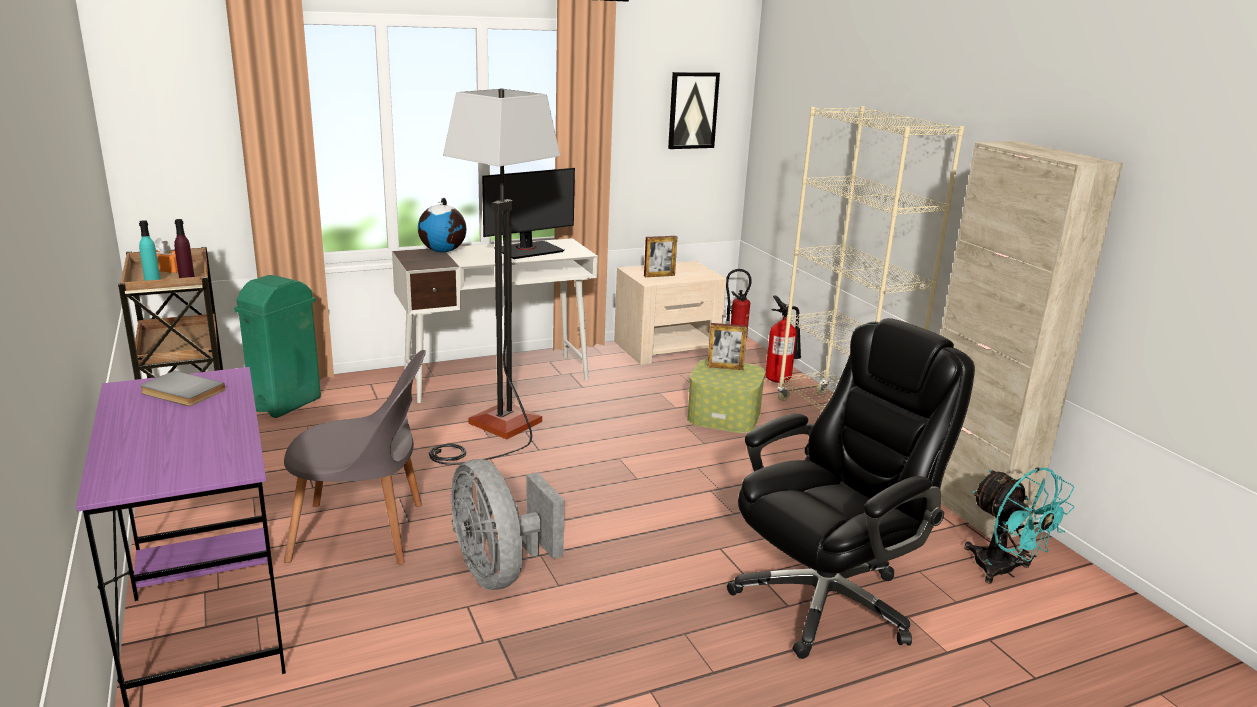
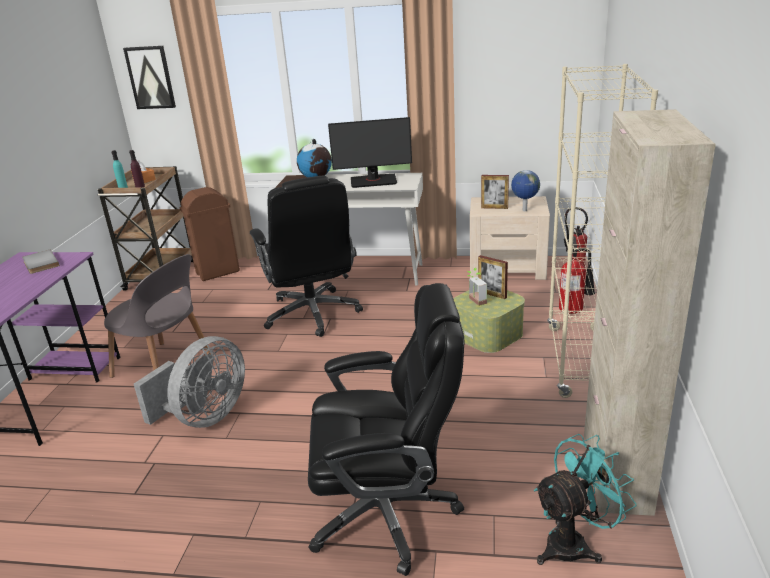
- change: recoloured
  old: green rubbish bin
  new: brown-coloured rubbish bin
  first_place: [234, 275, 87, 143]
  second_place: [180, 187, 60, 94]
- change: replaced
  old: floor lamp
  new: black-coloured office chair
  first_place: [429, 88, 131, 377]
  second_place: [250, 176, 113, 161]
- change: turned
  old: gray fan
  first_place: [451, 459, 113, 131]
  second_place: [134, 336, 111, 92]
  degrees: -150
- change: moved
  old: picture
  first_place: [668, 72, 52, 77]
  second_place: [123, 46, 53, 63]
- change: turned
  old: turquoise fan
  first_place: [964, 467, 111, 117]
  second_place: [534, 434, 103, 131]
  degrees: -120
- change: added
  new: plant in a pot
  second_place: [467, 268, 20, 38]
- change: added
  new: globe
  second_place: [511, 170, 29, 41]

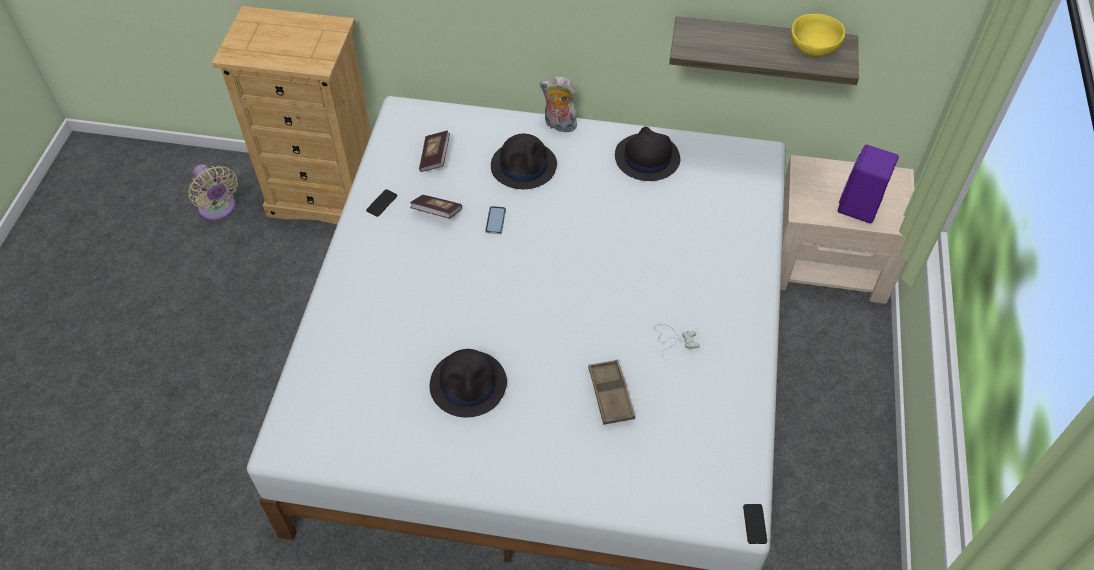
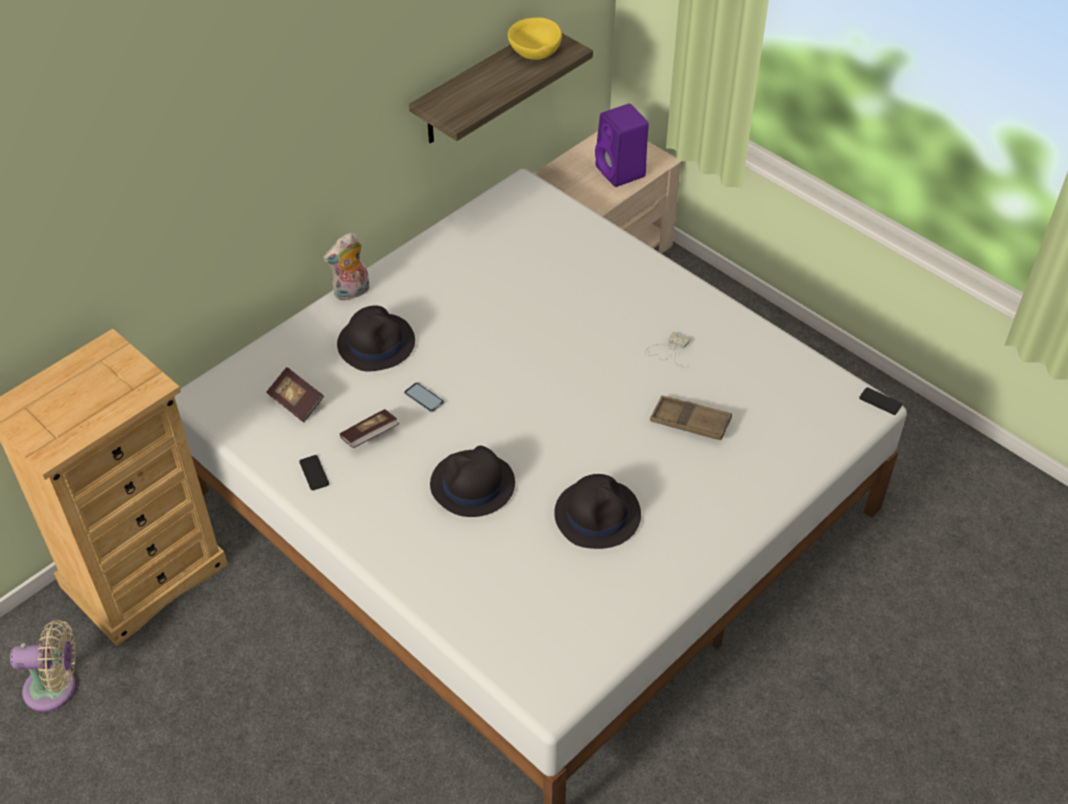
- change: moved
  old: black-coloured hat
  first_place: [615, 126, 65, 55]
  second_place: [430, 446, 85, 71]

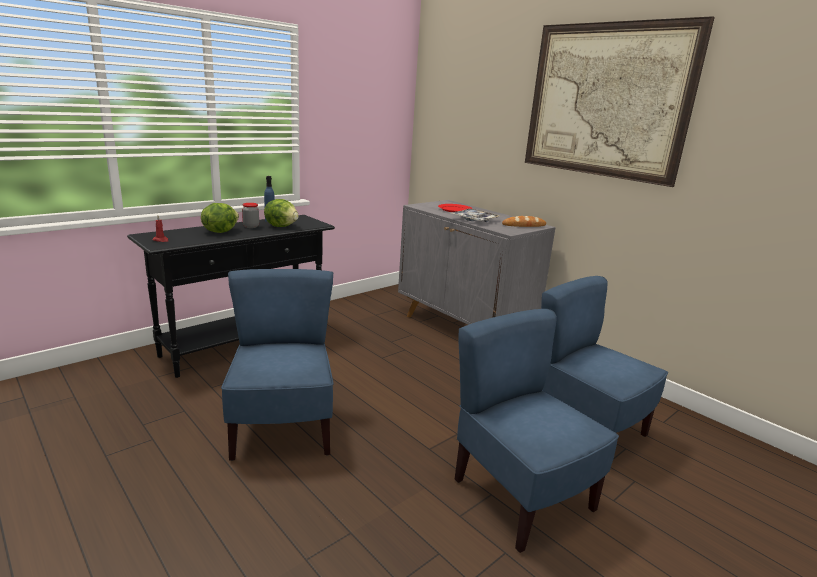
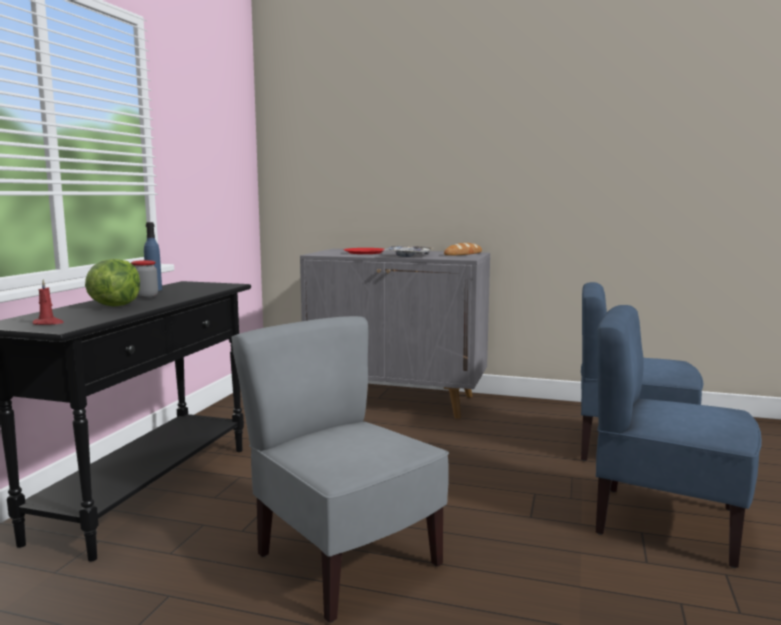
- change: recoloured
  old: blue upright chair
  new: gray upright chair
  first_place: [221, 269, 113, 192]
  second_place: [231, 316, 218, 307]
- change: removed
  old: lettuce head
  first_place: [264, 199, 35, 28]
- change: removed
  old: picture
  first_place: [525, 16, 190, 171]

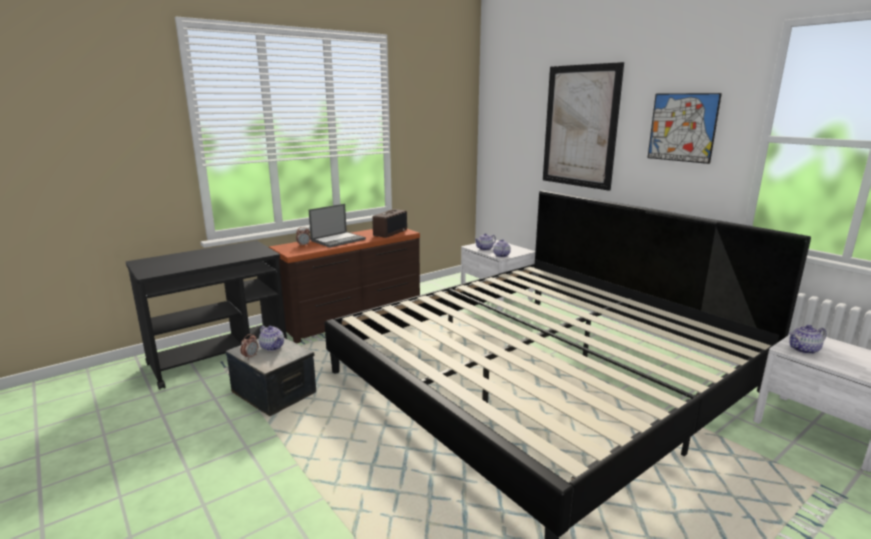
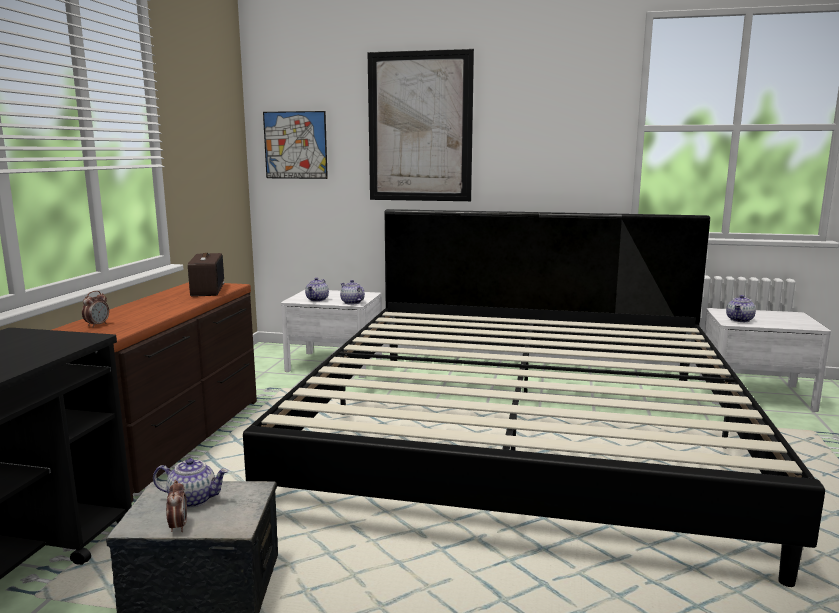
- change: removed
  old: portable computer
  first_place: [309, 204, 57, 44]
- change: moved
  old: picture
  first_place: [648, 93, 74, 71]
  second_place: [263, 111, 65, 68]

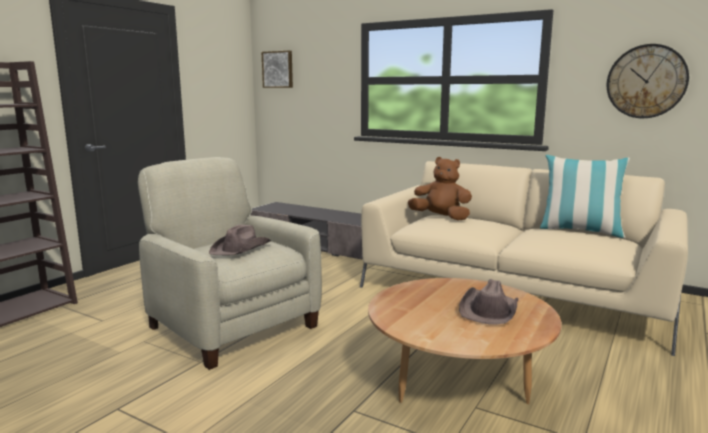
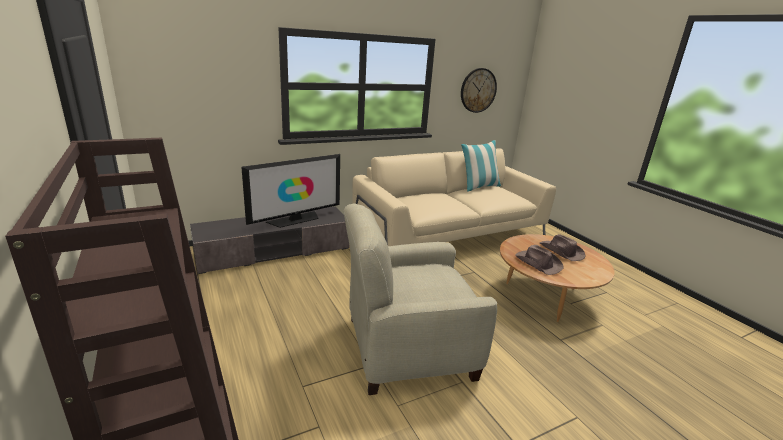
- change: moved
  old: brown-coloured hat
  first_place: [209, 225, 62, 31]
  second_place: [515, 245, 49, 30]
- change: removed
  old: picture
  first_place: [262, 51, 31, 37]
- change: removed
  old: brown-coloured plush toy
  first_place: [408, 157, 64, 63]
- change: added
  new: television
  second_place: [241, 154, 99, 74]

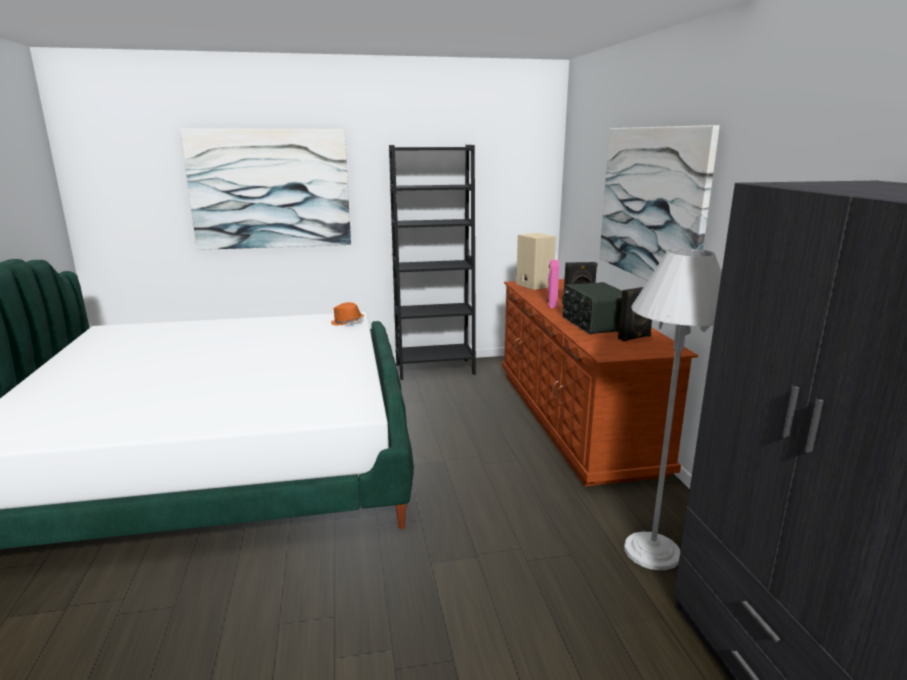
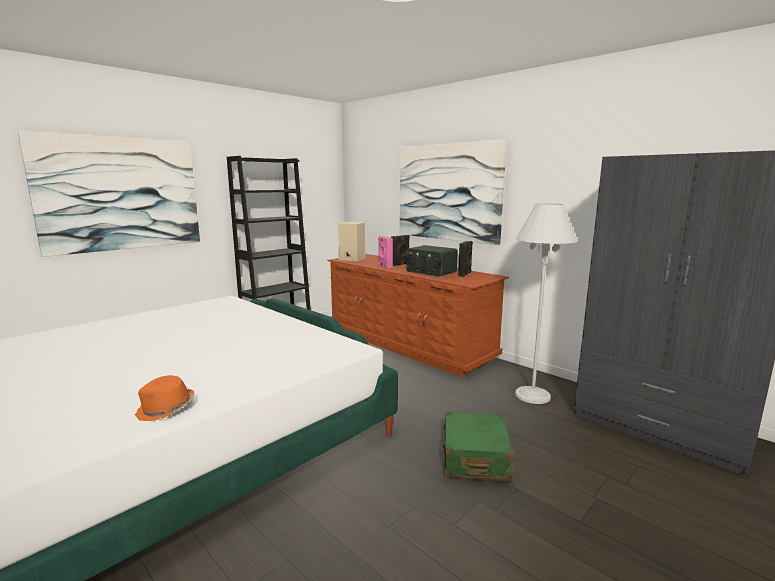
- change: moved
  old: orangey hat
  first_place: [331, 302, 33, 24]
  second_place: [134, 375, 60, 46]
- change: added
  new: green travel case
  second_place: [442, 412, 72, 70]

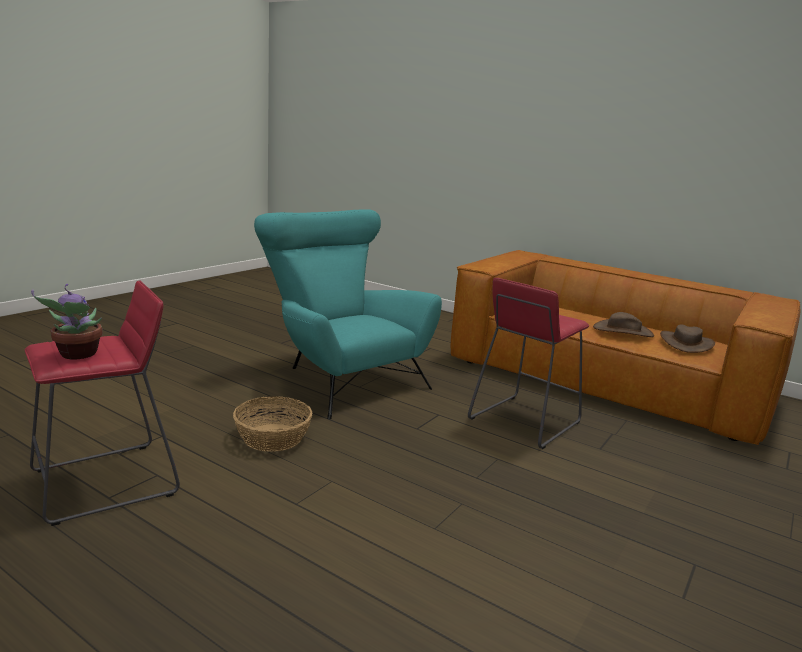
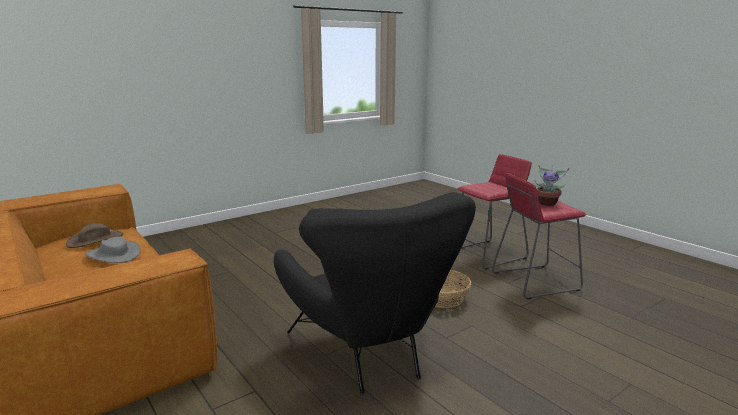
- change: recoloured
  old: turquoise lounge chair
  new: black-coloured lounge chair
  first_place: [254, 209, 188, 210]
  second_place: [274, 192, 202, 202]
- change: moved
  old: reddish stool seat
  first_place: [468, 278, 121, 171]
  second_place: [458, 154, 74, 116]
- change: recoloured
  old: brown-coloured hat
  new: gray hat
  first_place: [593, 312, 61, 25]
  second_place: [86, 237, 55, 26]

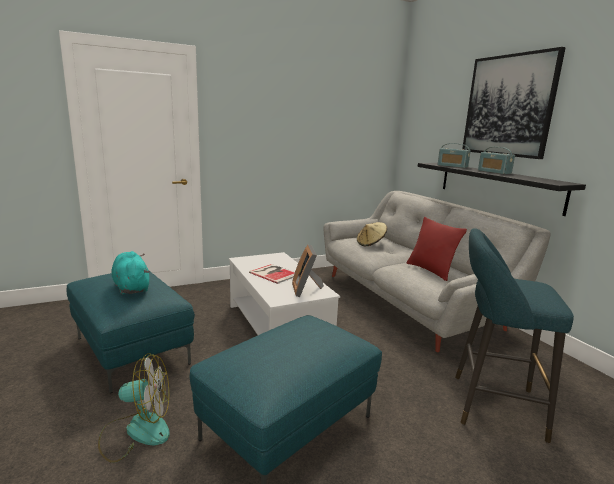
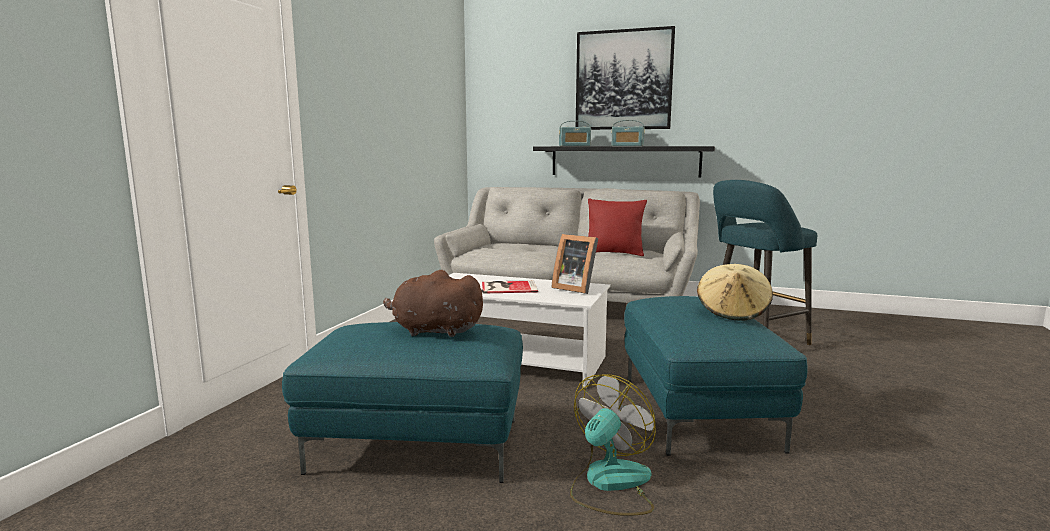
- change: recoloured
  old: turquoise plush toy
  new: brown-coloured plush toy
  first_place: [111, 251, 38, 44]
  second_place: [383, 270, 102, 67]
- change: moved
  old: beige hat
  first_place: [357, 222, 30, 24]
  second_place: [697, 264, 76, 57]

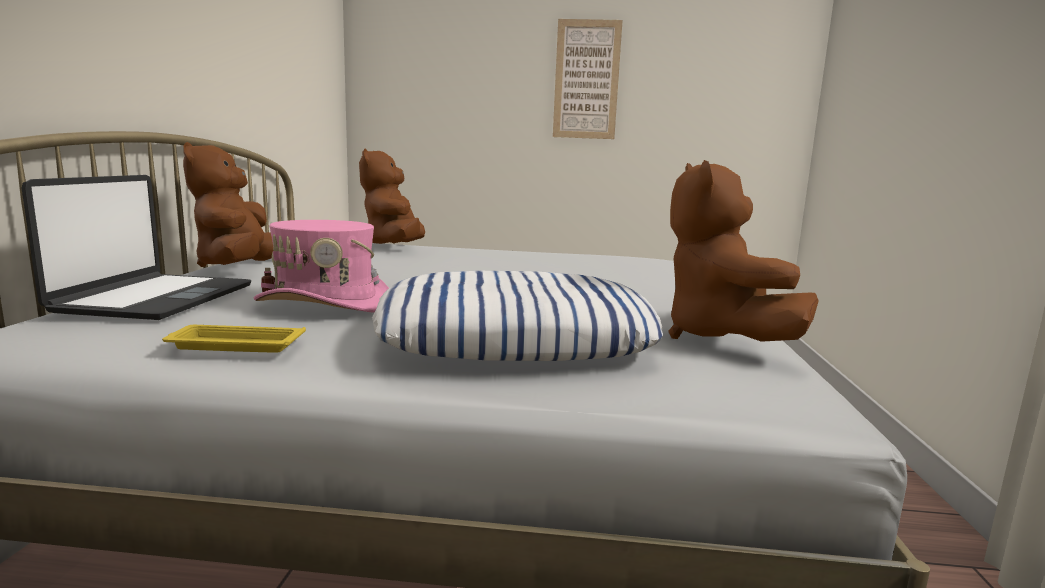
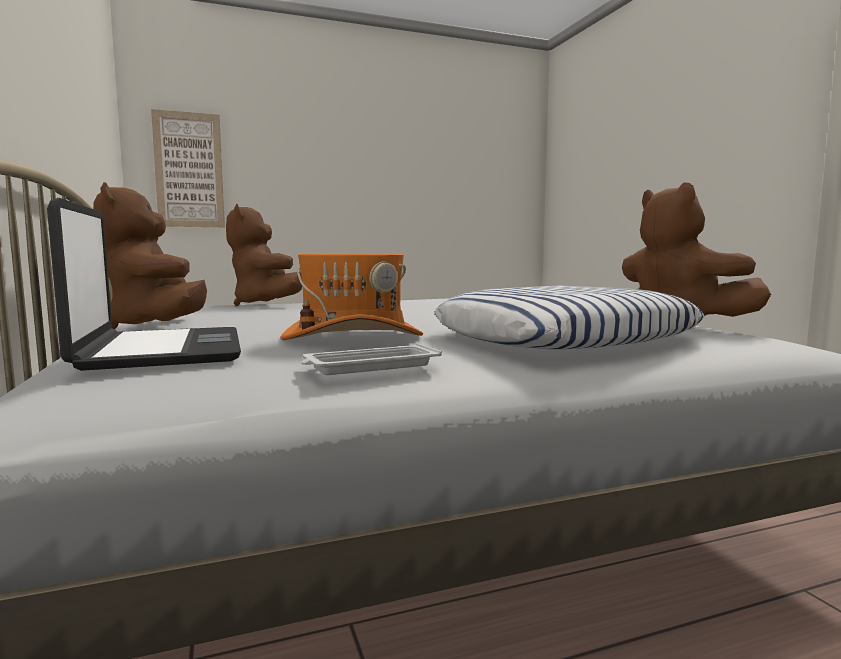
- change: recoloured
  old: yellow tray
  new: whitish tray
  first_place: [162, 325, 144, 28]
  second_place: [301, 343, 141, 32]
- change: recoloured
  old: pinkish hat
  new: orangey hat
  first_place: [254, 220, 135, 93]
  second_place: [280, 254, 143, 86]
- change: moved
  old: picture
  first_place: [553, 19, 70, 120]
  second_place: [151, 109, 74, 118]

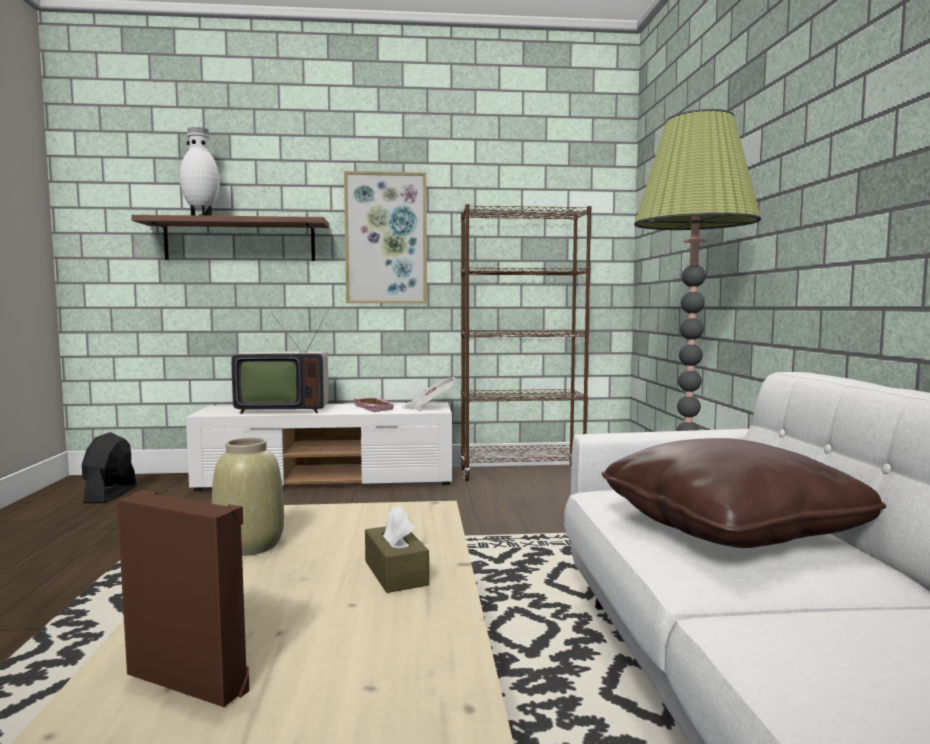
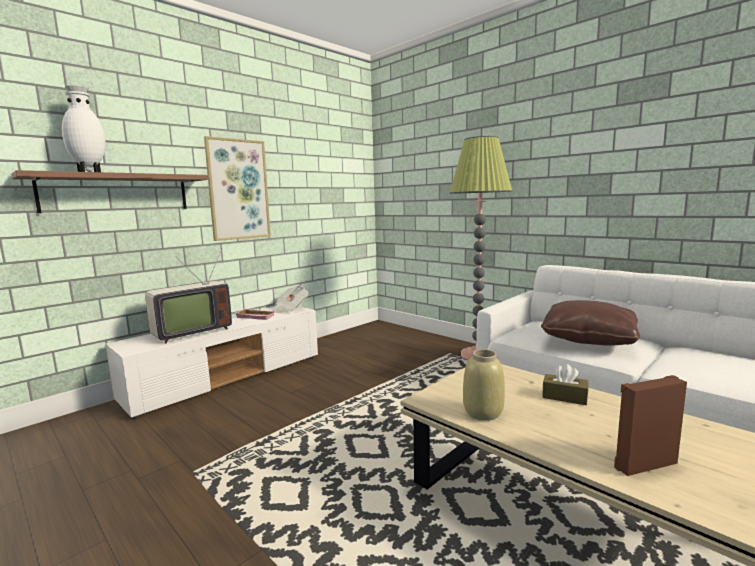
- change: removed
  old: black-coloured fan
  first_place: [82, 432, 55, 71]
- change: removed
  old: brown-coloured shelving unit
  first_place: [460, 204, 131, 277]

